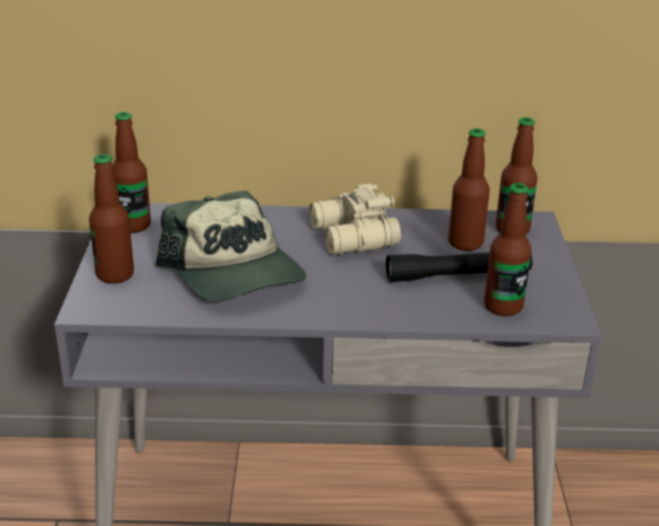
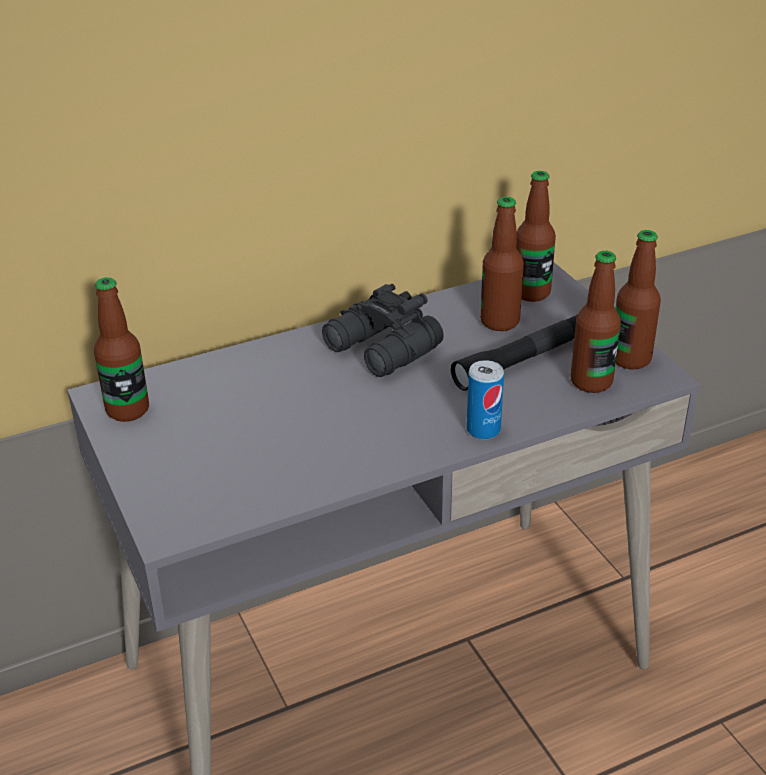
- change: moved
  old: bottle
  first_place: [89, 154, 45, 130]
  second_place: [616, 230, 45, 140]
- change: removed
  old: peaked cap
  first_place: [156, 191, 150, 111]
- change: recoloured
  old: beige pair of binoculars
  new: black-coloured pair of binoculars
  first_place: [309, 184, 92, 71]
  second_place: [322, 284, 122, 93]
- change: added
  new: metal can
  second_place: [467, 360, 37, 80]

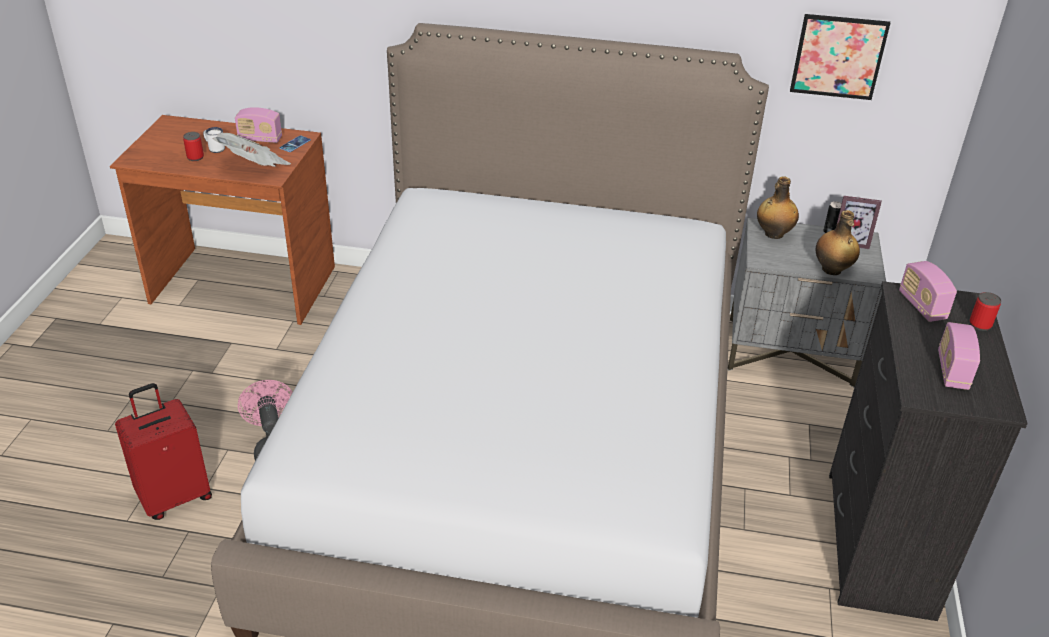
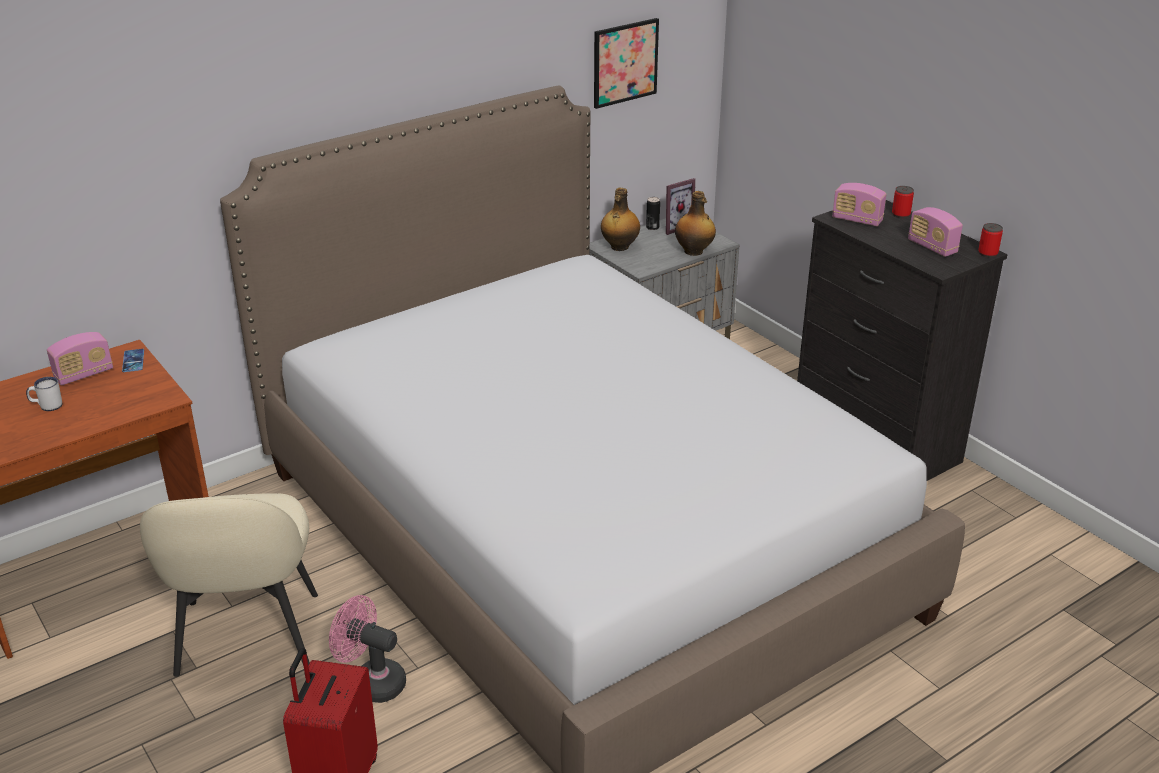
- change: moved
  old: metal can
  first_place: [183, 132, 21, 29]
  second_place: [978, 223, 25, 35]
- change: removed
  old: daily paper
  first_place: [213, 133, 78, 34]
- change: added
  new: beige upright chair
  second_place: [140, 493, 178, 184]

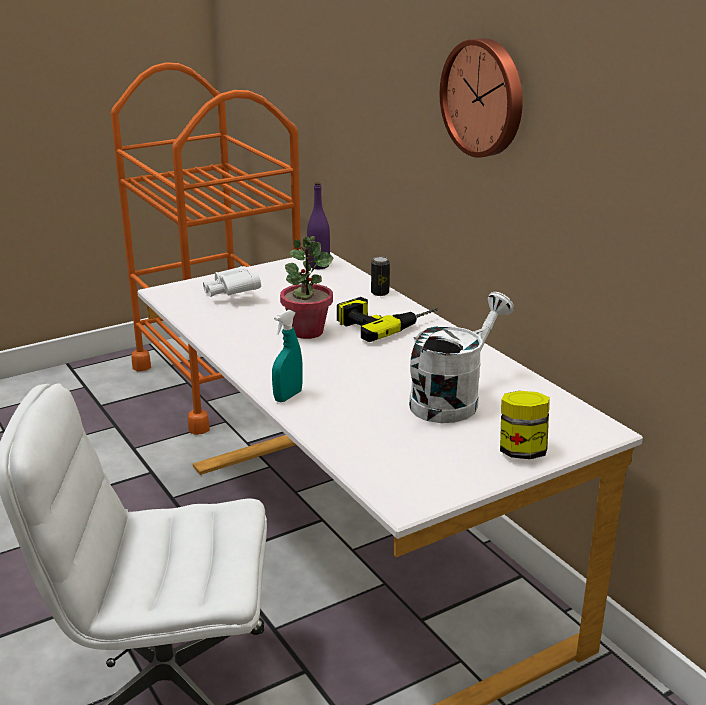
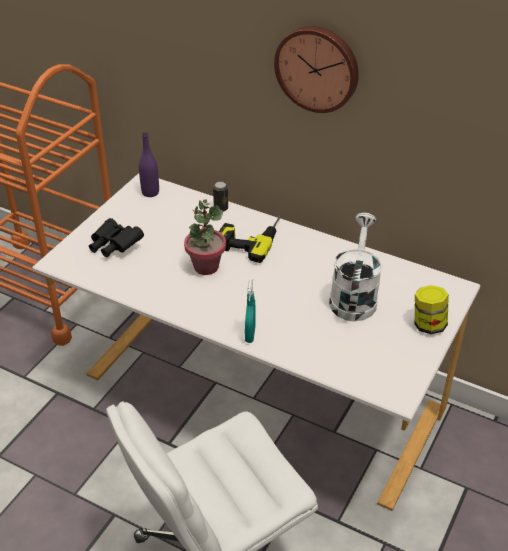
- change: recoloured
  old: whitish pair of binoculars
  new: black-coloured pair of binoculars
  first_place: [203, 266, 58, 31]
  second_place: [89, 218, 55, 39]

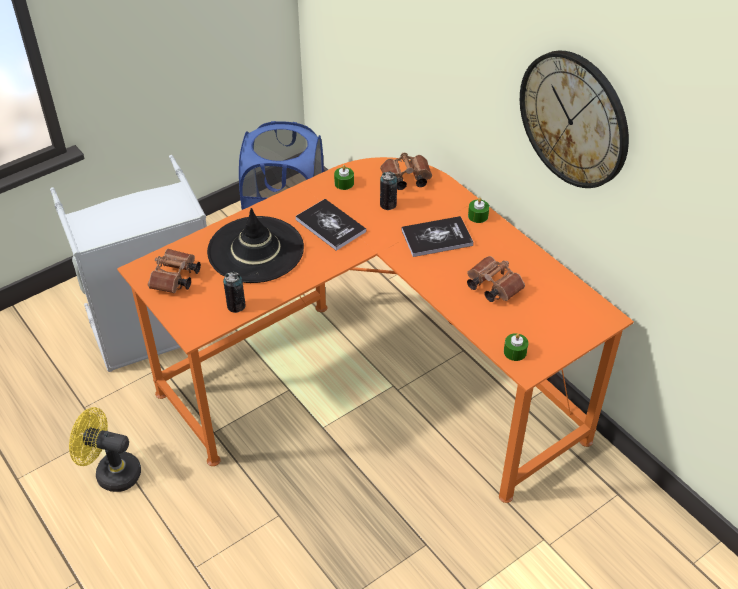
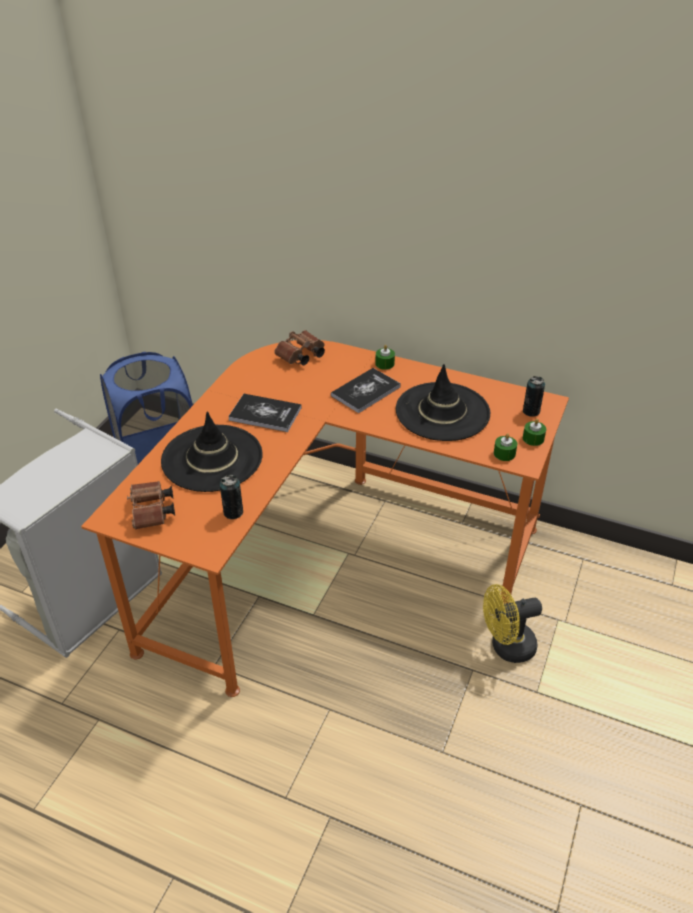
- change: moved
  old: yellow fan
  first_place: [69, 407, 72, 85]
  second_place: [483, 584, 59, 79]
- change: moved
  old: green wax candle
  first_place: [334, 165, 20, 25]
  second_place: [523, 419, 23, 27]
- change: moved
  old: metal can
  first_place: [380, 171, 17, 39]
  second_place: [523, 376, 22, 41]
- change: replaced
  old: brown-coloured pair of binoculars
  new: black-coloured hat
  first_place: [467, 256, 58, 46]
  second_place: [396, 364, 94, 77]
- change: removed
  old: clock on the wall
  first_place: [520, 51, 109, 137]

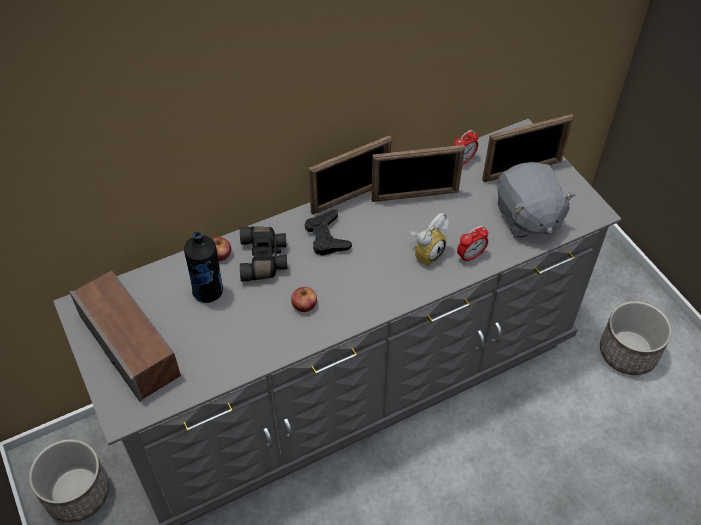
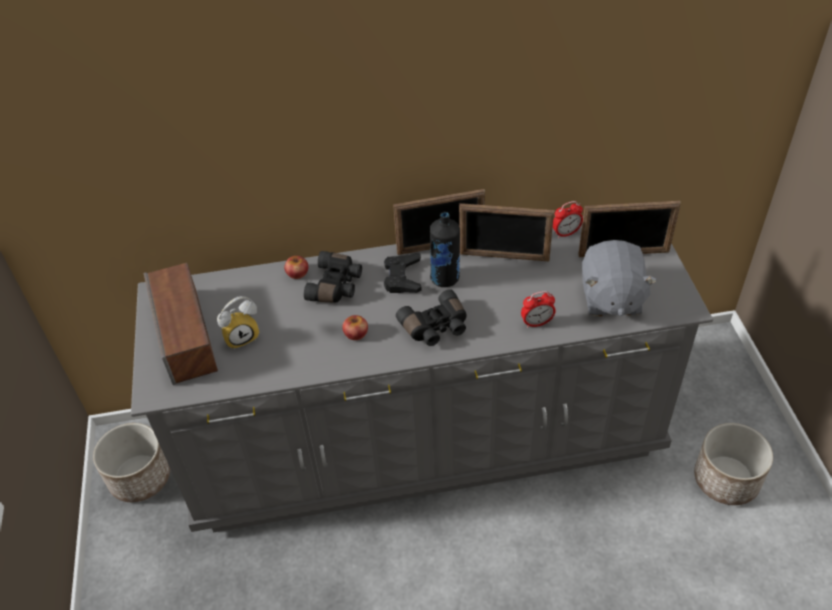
- change: moved
  old: black-coloured bottle
  first_place: [184, 232, 39, 71]
  second_place: [430, 212, 30, 75]
- change: moved
  old: bedside clock
  first_place: [410, 213, 40, 53]
  second_place: [217, 296, 43, 54]
- change: added
  new: black-coloured pair of binoculars
  second_place: [396, 289, 71, 57]

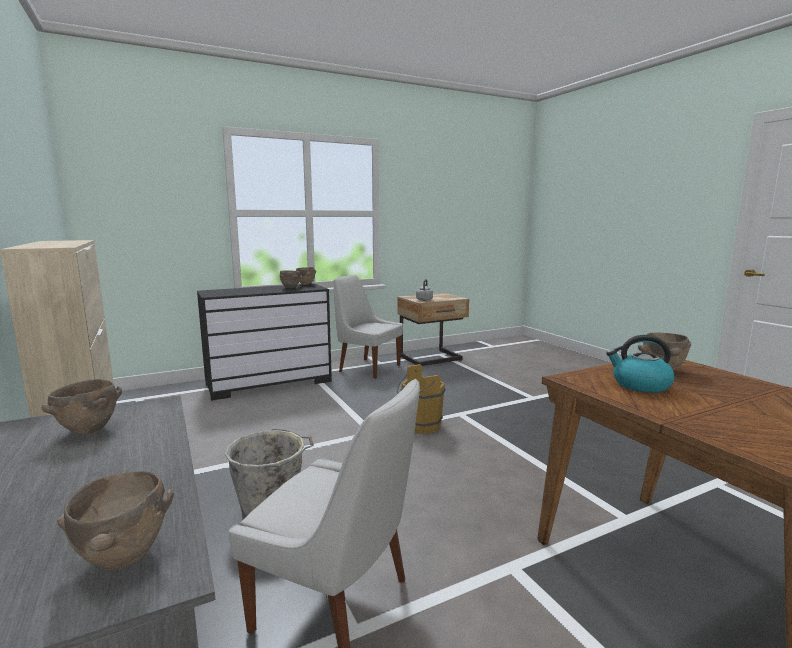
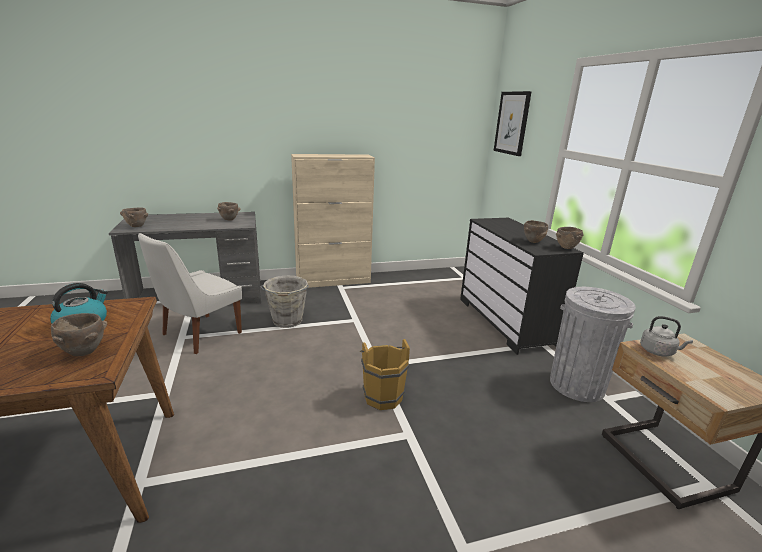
- change: replaced
  old: whitish upright chair
  new: gray rubbish bin
  first_place: [334, 275, 69, 104]
  second_place: [550, 287, 86, 115]
- change: added
  new: picture
  second_place: [494, 91, 38, 65]

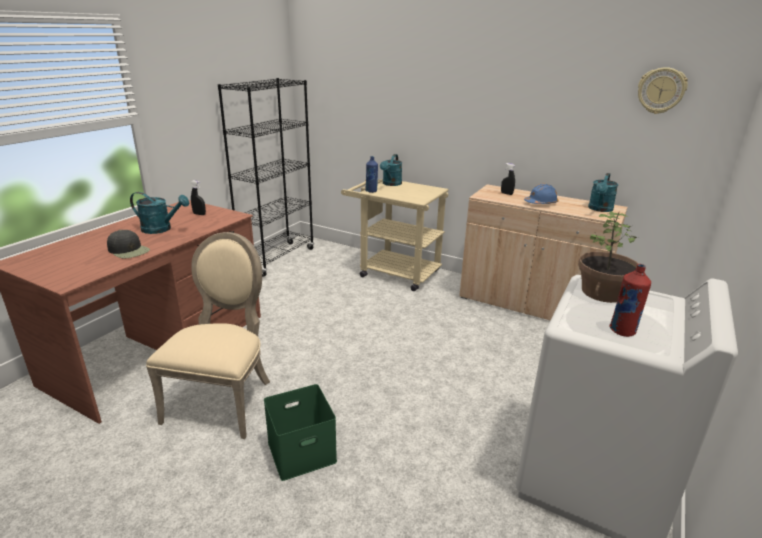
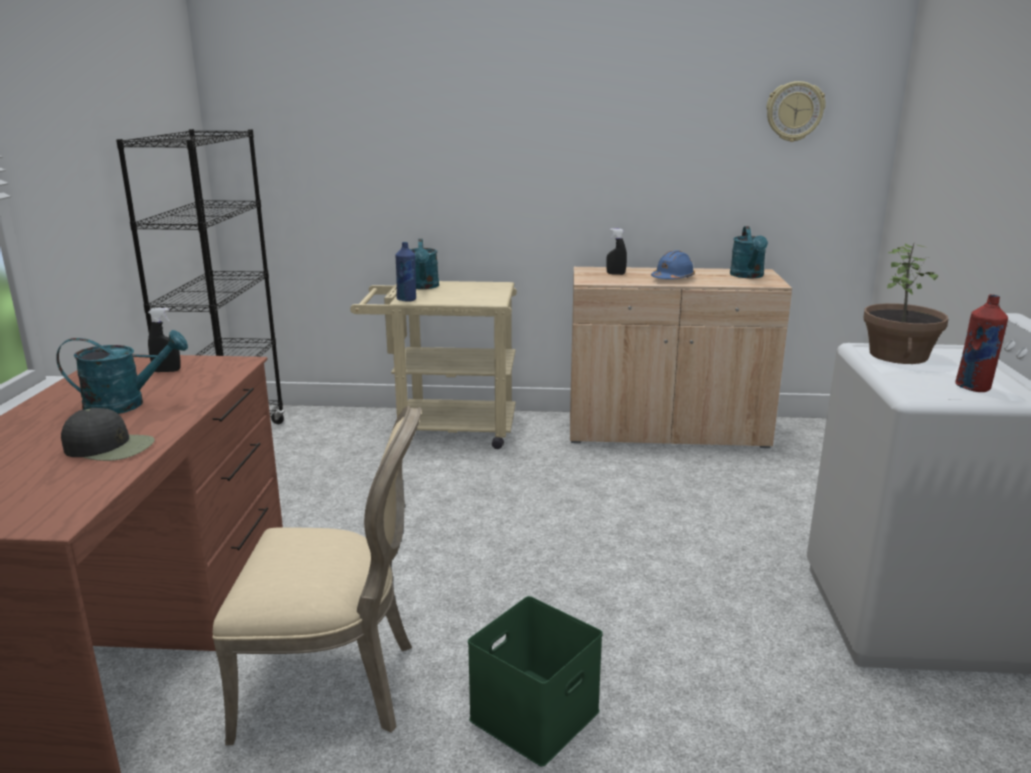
- change: turned
  old: beige upright chair
  first_place: [146, 232, 124, 207]
  second_place: [212, 406, 209, 339]
  degrees: 105

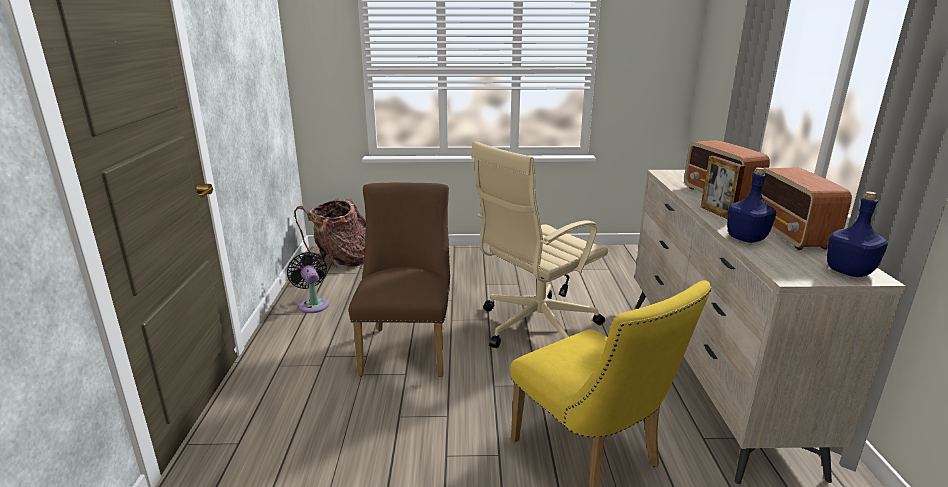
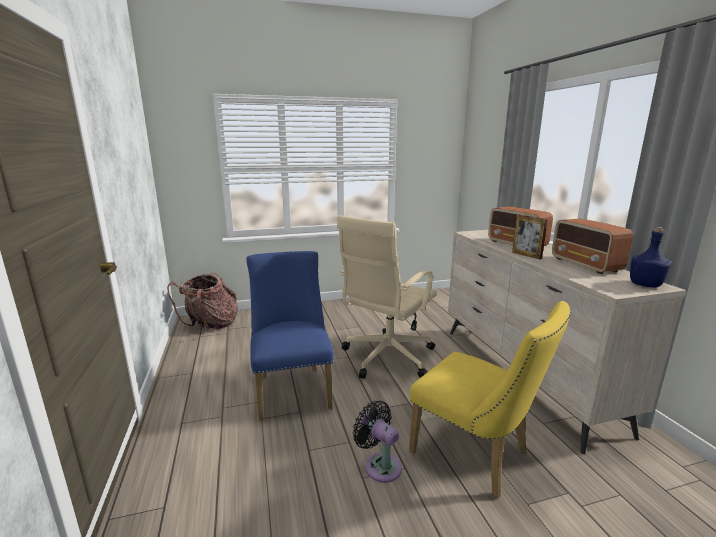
- change: moved
  old: black-coloured fan
  first_place: [287, 252, 42, 61]
  second_place: [353, 401, 49, 82]
- change: recoloured
  old: brown-coloured upright chair
  new: blue upright chair
  first_place: [349, 183, 101, 194]
  second_place: [246, 251, 88, 169]
- change: removed
  old: blue bottle
  first_place: [727, 167, 49, 76]

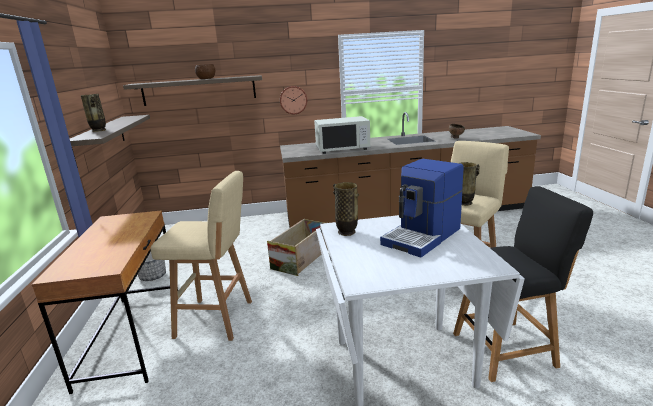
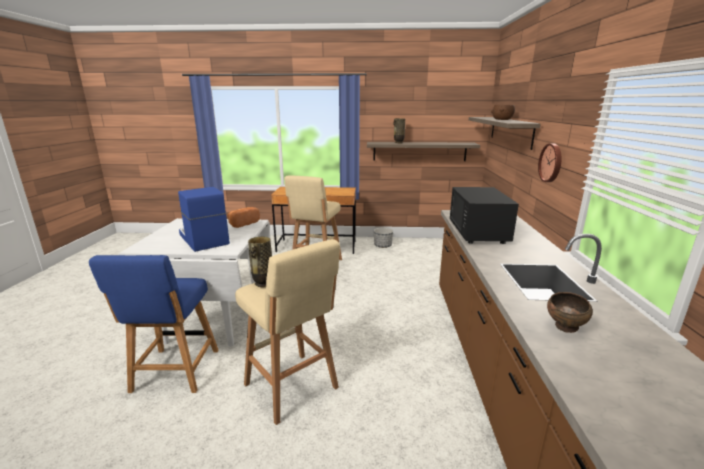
- change: removed
  old: packing crate
  first_place: [267, 219, 61, 57]
- change: recoloured
  old: whitish microwave
  new: black-coloured microwave
  first_place: [314, 116, 56, 38]
  second_place: [450, 187, 69, 57]
- change: replaced
  old: decorative vase
  new: bakery bread
  first_place: [333, 182, 26, 54]
  second_place: [228, 207, 32, 21]
- change: recoloured
  old: black-coloured upright chair
  new: blue upright chair
  first_place: [453, 186, 140, 196]
  second_place: [89, 255, 130, 138]

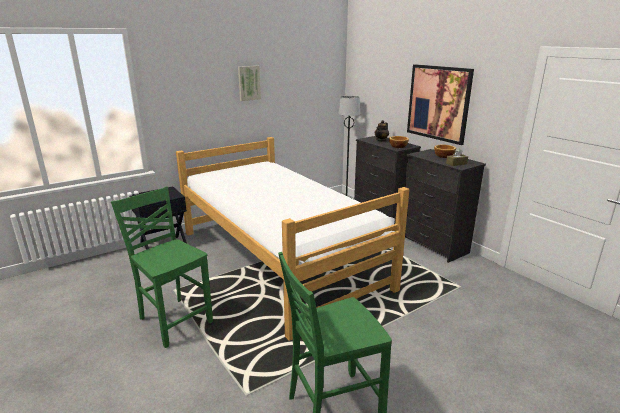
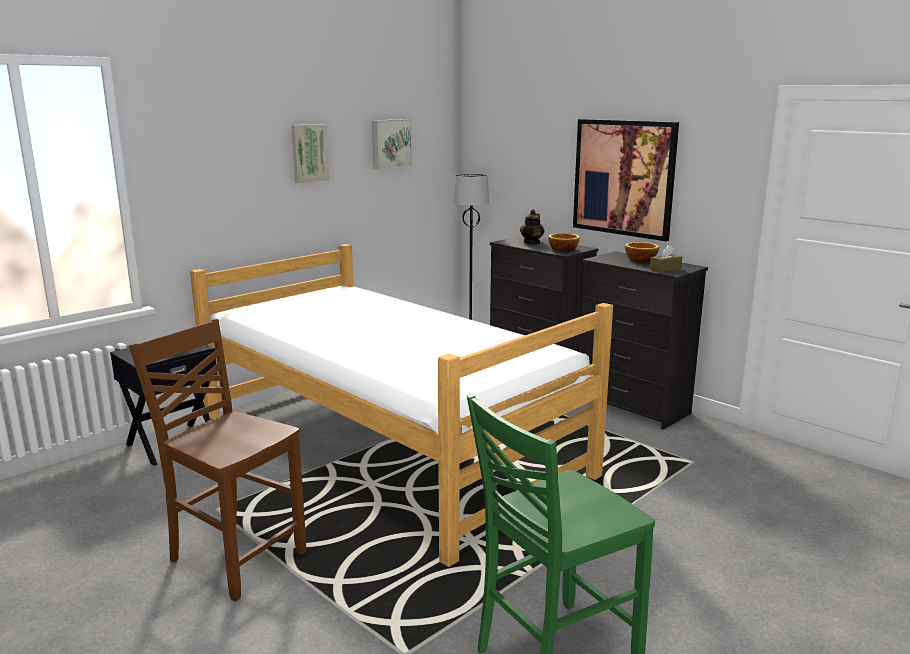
- change: recoloured
  old: green upright chair
  new: brown-coloured upright chair
  first_place: [111, 186, 102, 162]
  second_place: [129, 319, 178, 283]
- change: added
  new: picture
  second_place: [372, 119, 40, 50]

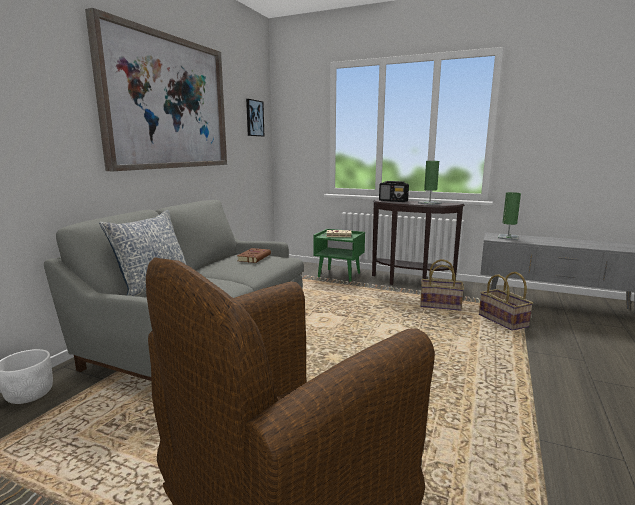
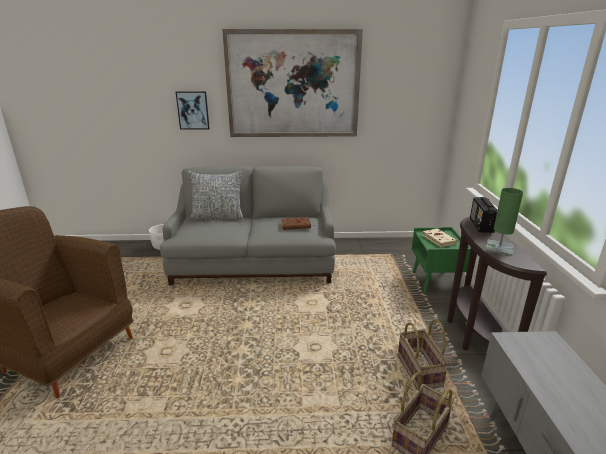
- change: moved
  old: picture
  first_place: [246, 99, 18, 38]
  second_place: [176, 91, 34, 39]
- change: removed
  old: green lamp for a table
  first_place: [498, 192, 23, 48]

